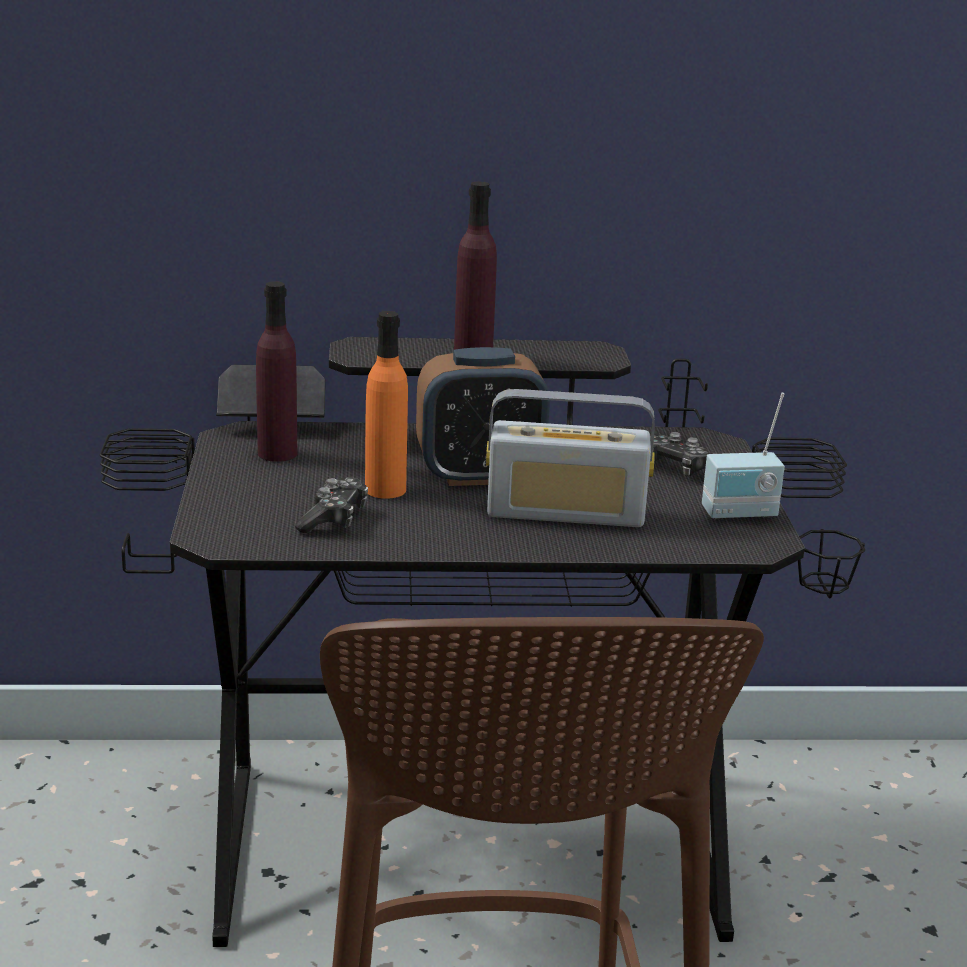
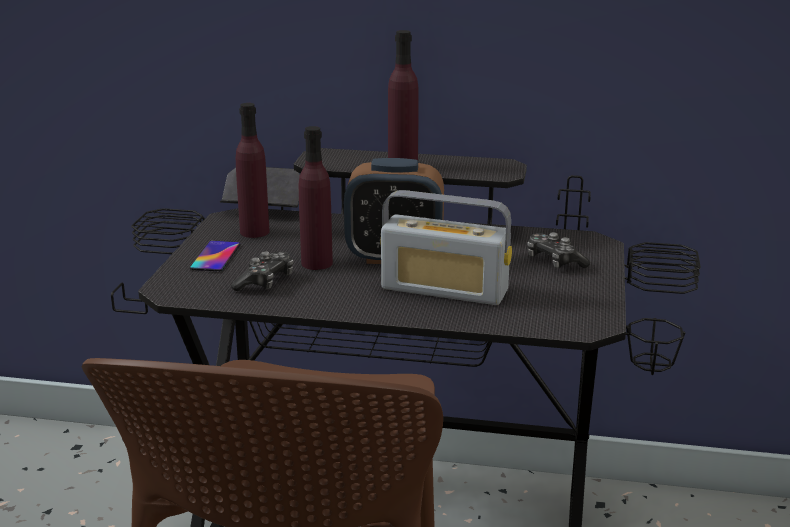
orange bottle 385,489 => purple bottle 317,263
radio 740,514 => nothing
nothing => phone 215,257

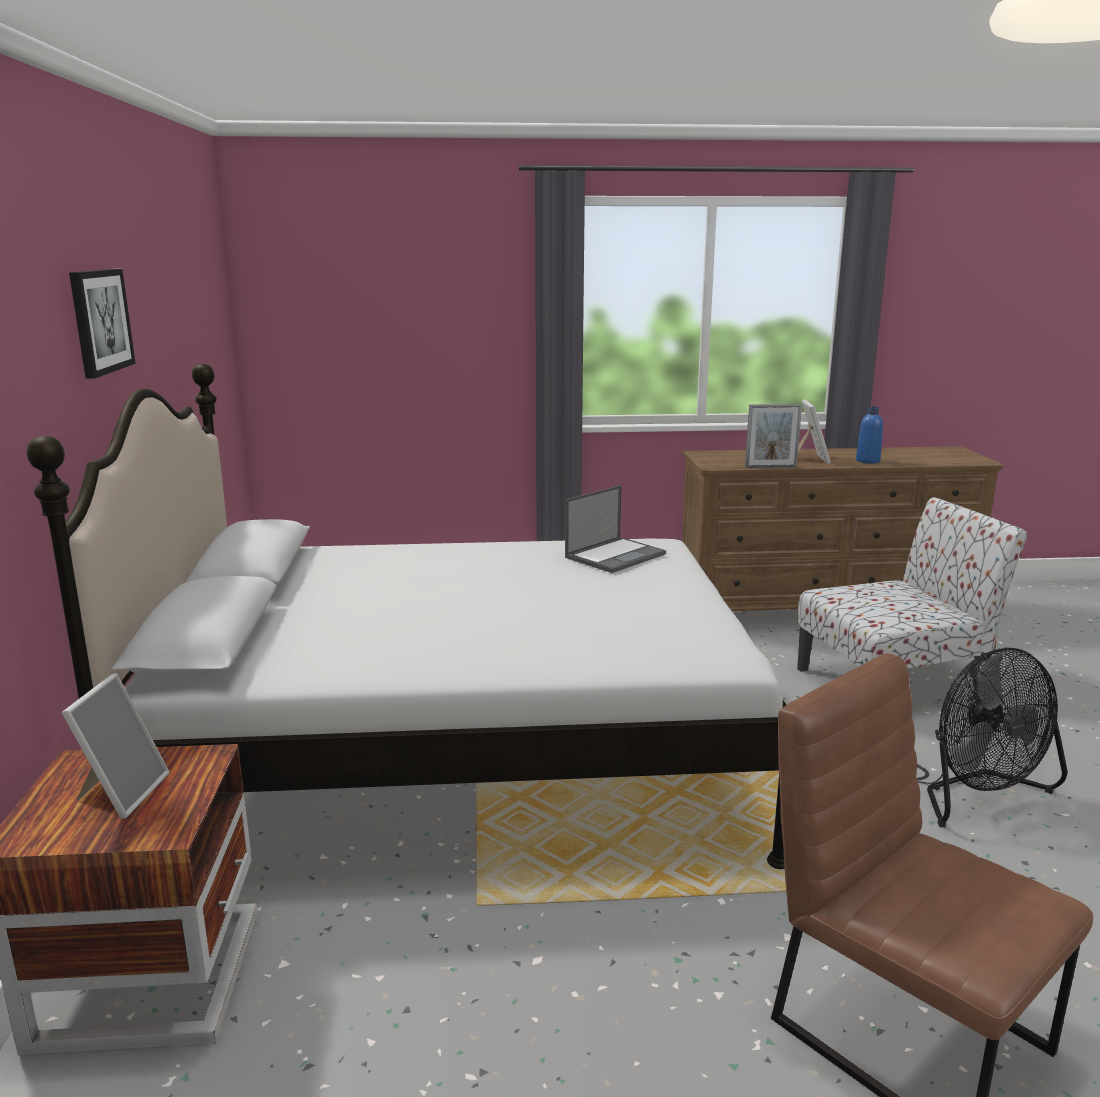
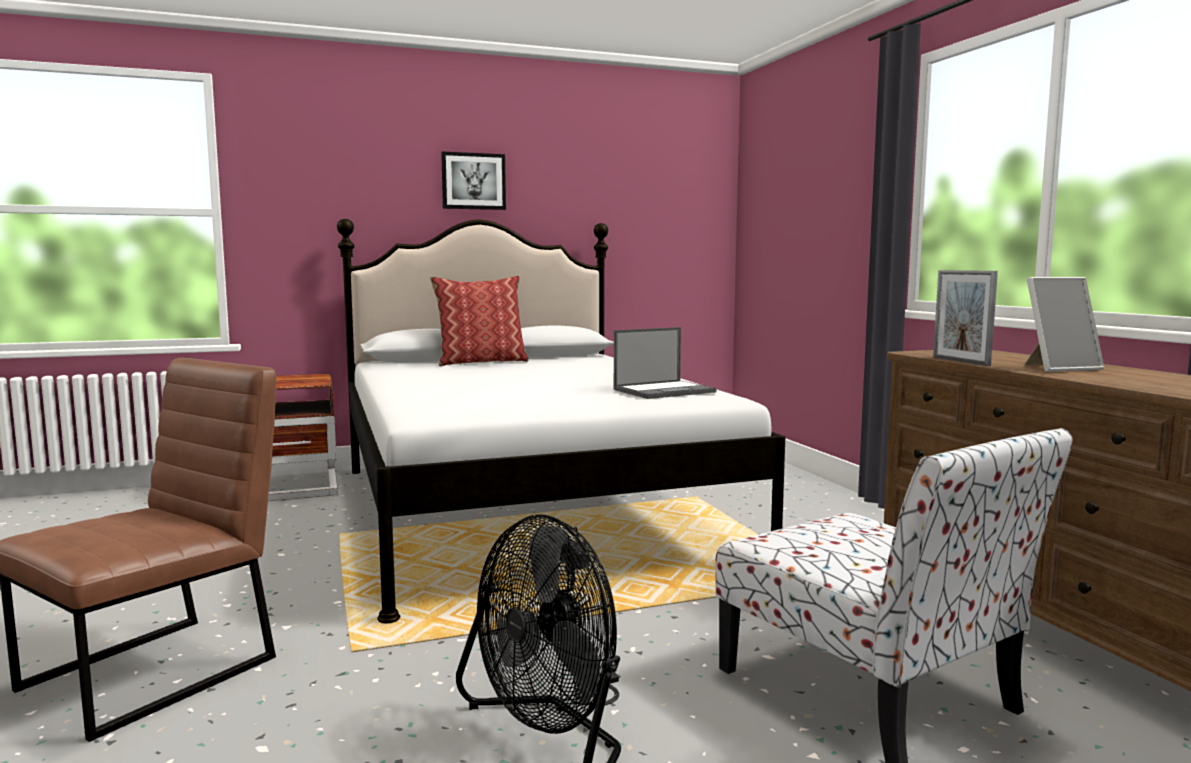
picture frame 121,793 => nothing
laptop 616,555 => laptop 665,391, 60 degrees counterclockwise
blue bottle 867,461 => nothing
nothing => pillow 481,362

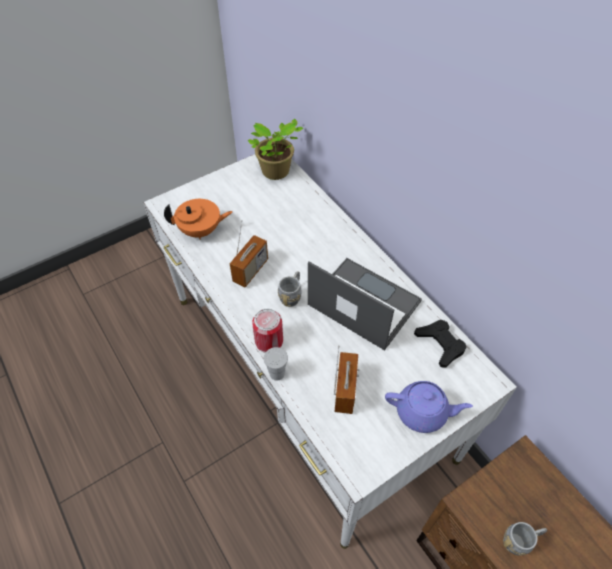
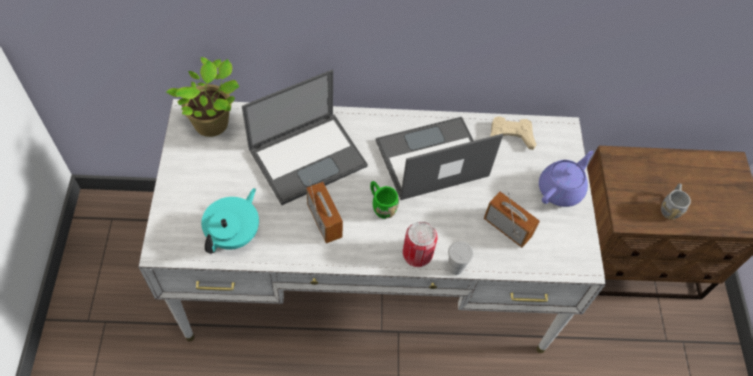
orange teapot 201,231 => turquoise teapot 234,234
grey mug 292,295 => green mug 381,206
black game controller 440,344 => beige game controller 510,136
nothing => laptop 308,156

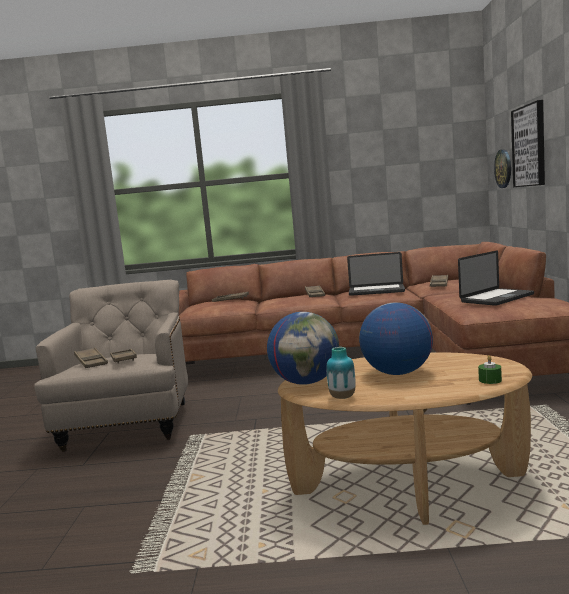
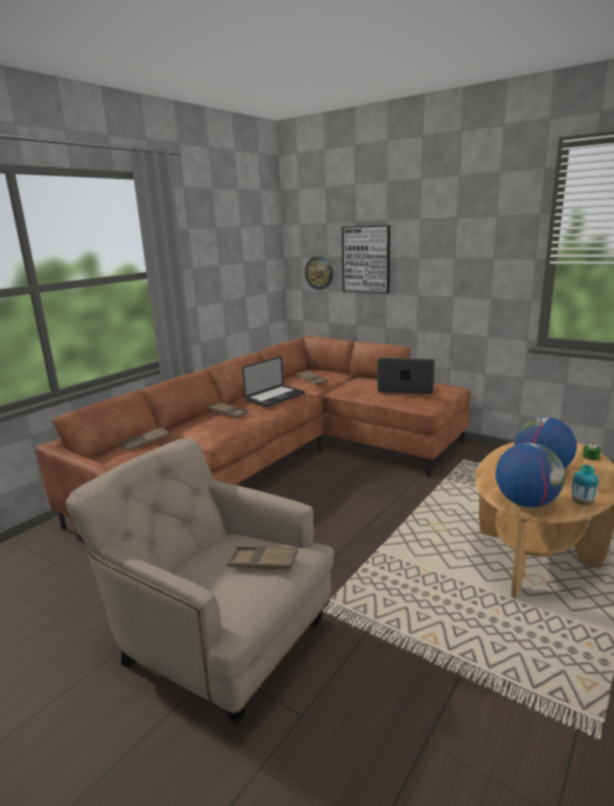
brown tray 91,362 => nothing
laptop 497,298 => laptop 405,388, 75 degrees counterclockwise

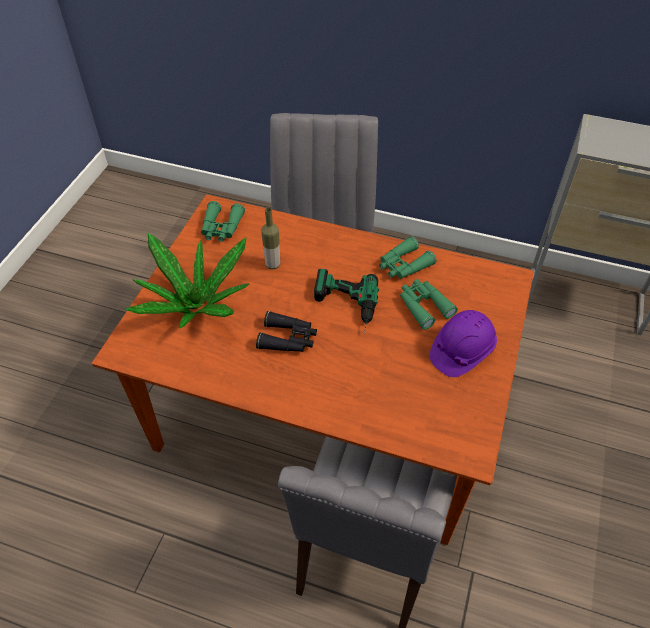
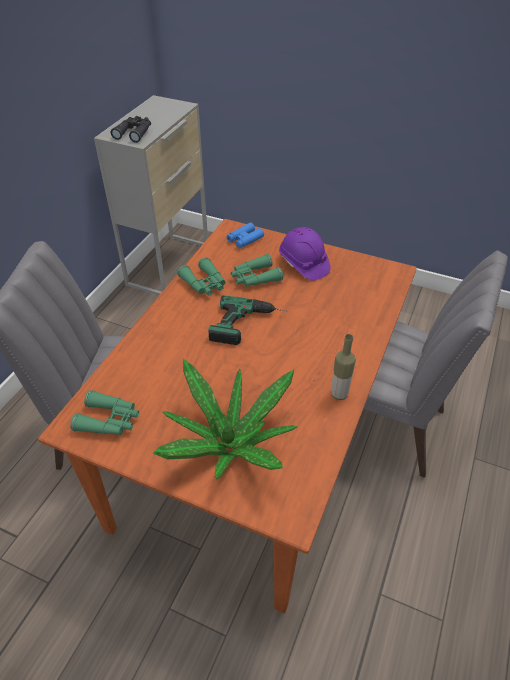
black binoculars 288,339 => black binoculars 134,133, shifted
bottle 272,264 => bottle 339,394, shifted
nothing => blue binoculars 245,239

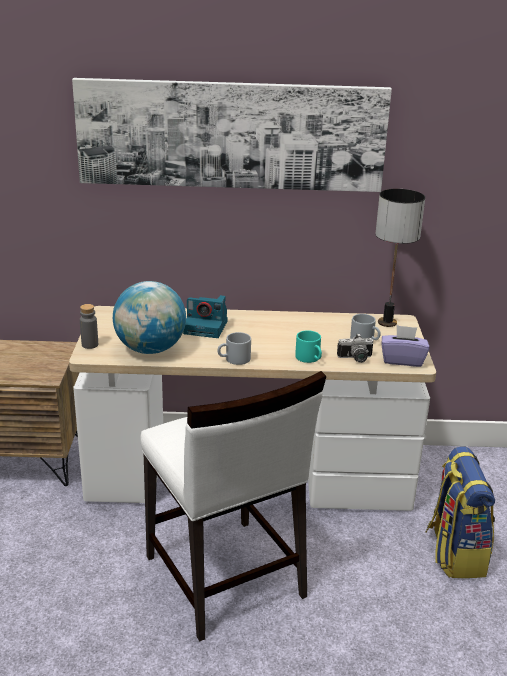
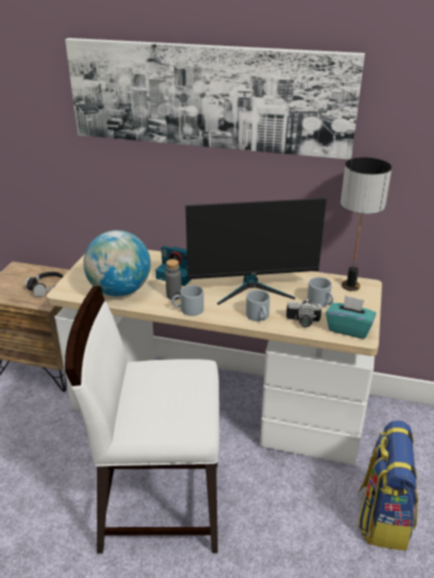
grey bottle 90,345 => grey bottle 174,296, shifted
white chair 224,578 => white chair 159,504, 105 degrees clockwise
turquoise mug 310,358 => grey mug 259,317
purple tissue box 402,360 => turquoise tissue box 349,329
nothing => black headphones 47,288
nothing => monitor 253,288

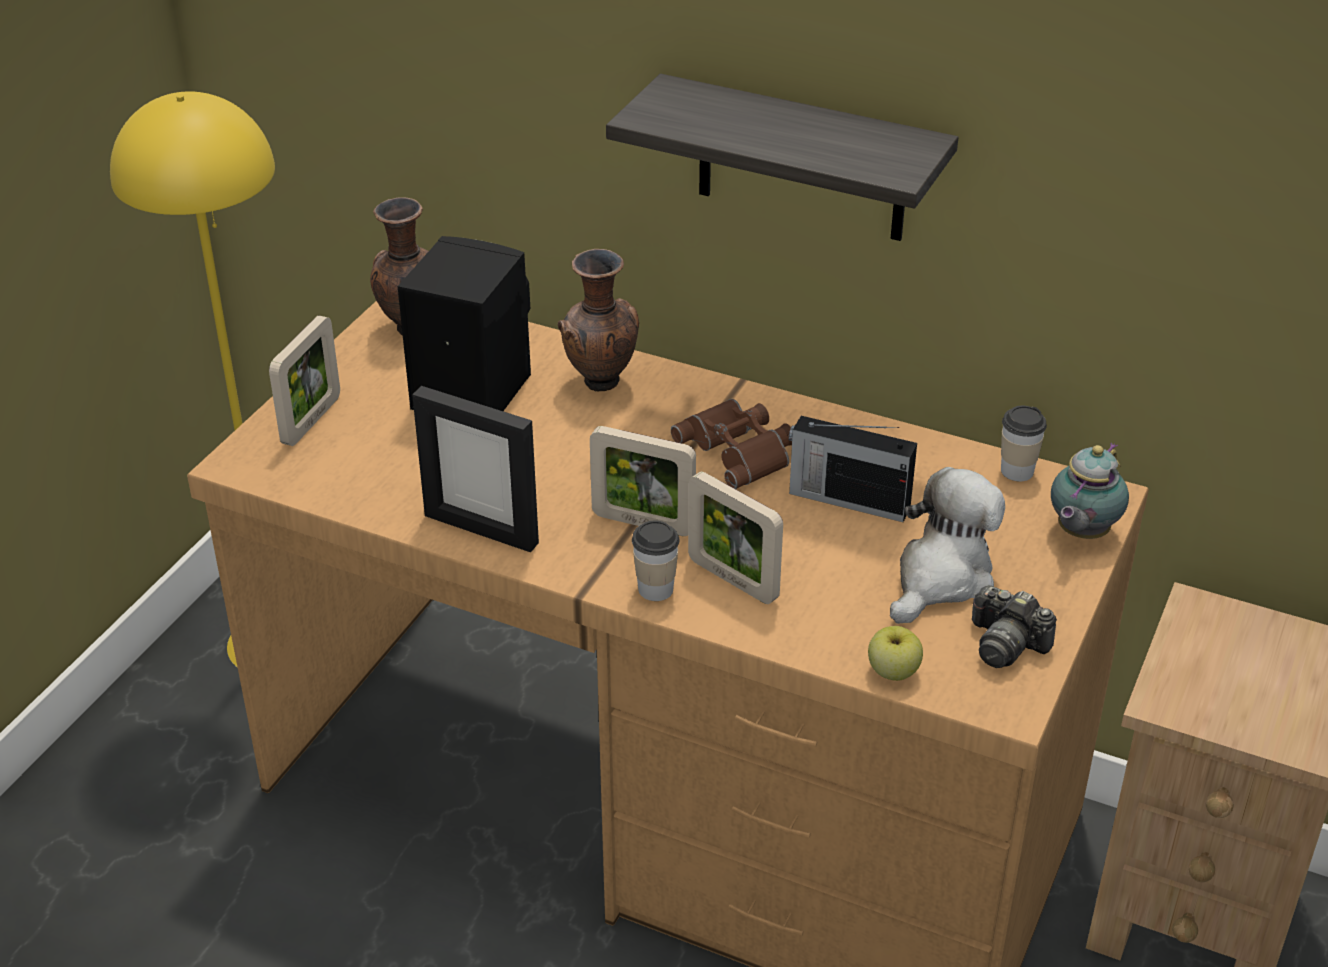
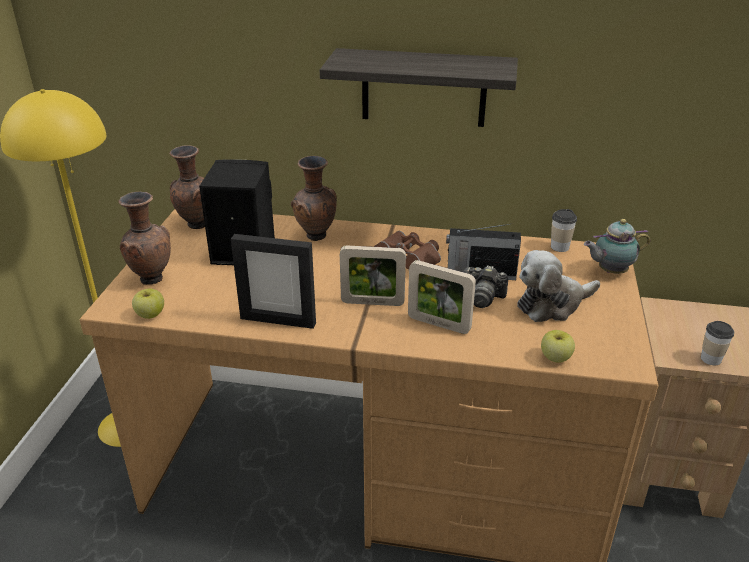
picture frame 311,421 => brown vase 151,278
cup 655,589 => cup 711,359, shifted
plush toy 941,577 => plush toy 552,304, 135 degrees counterclockwise
photo camera 1006,644 => photo camera 482,297, shifted
teapot 1080,533 => teapot 610,271, 60 degrees clockwise
nothing => apple 150,314

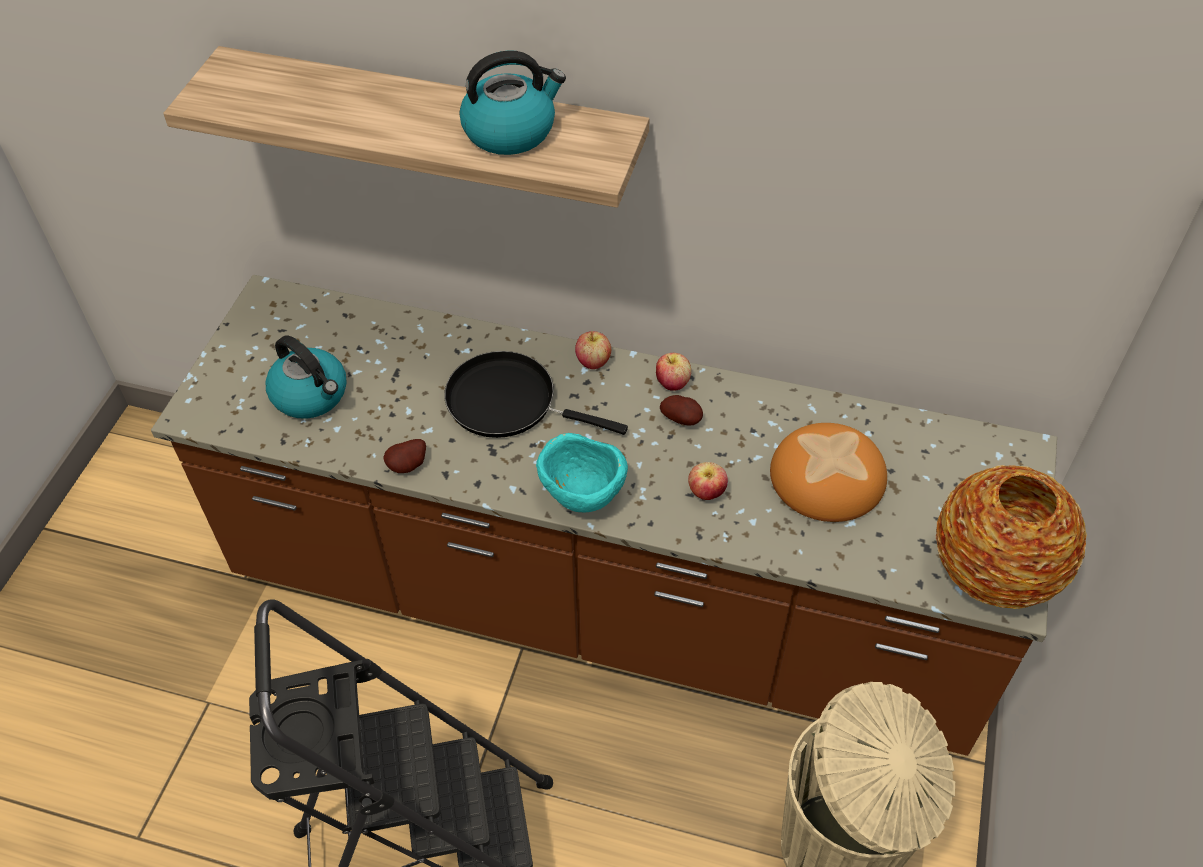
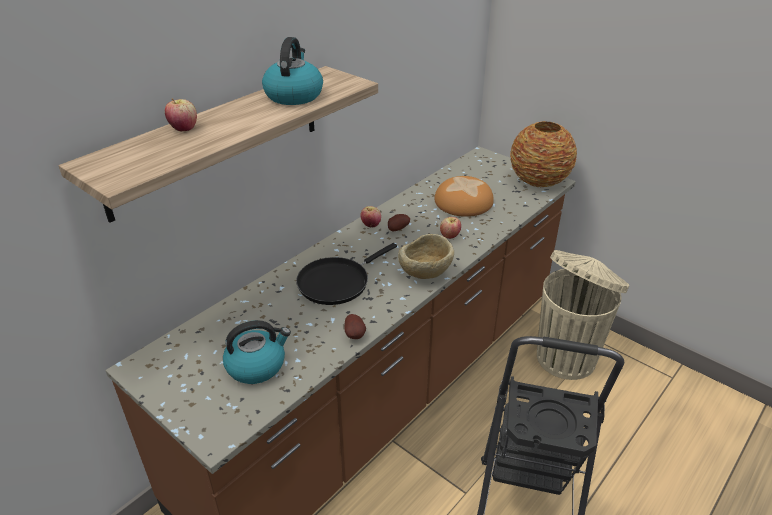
turquoise bowl 582,496 => beige bowl 425,275
apple 593,362 => apple 184,128, shifted

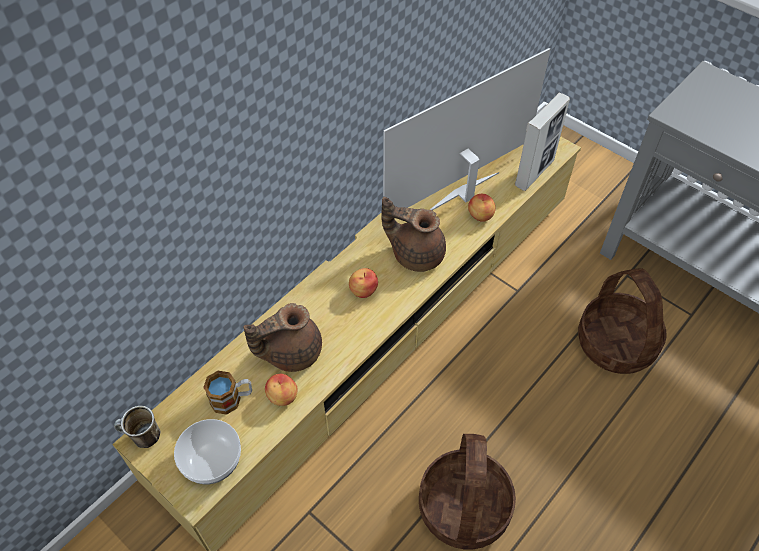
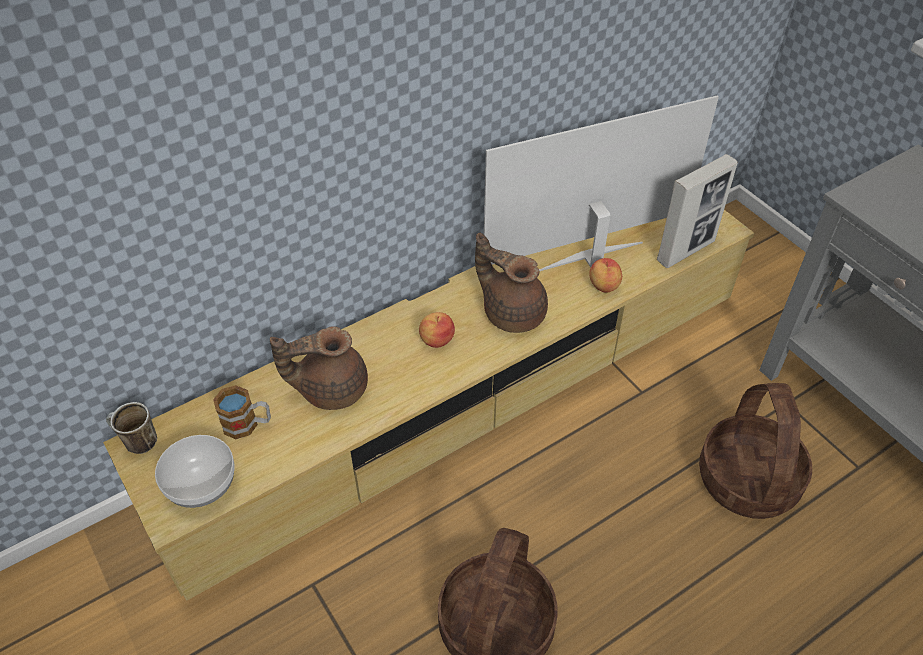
apple 282,397 => nothing

